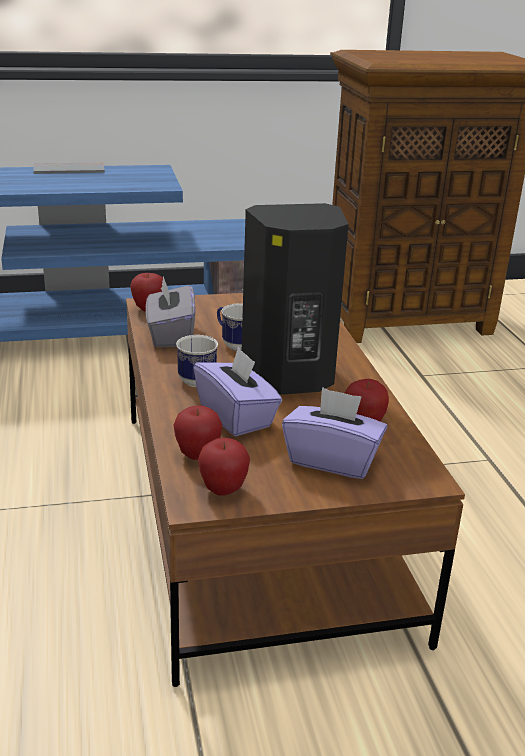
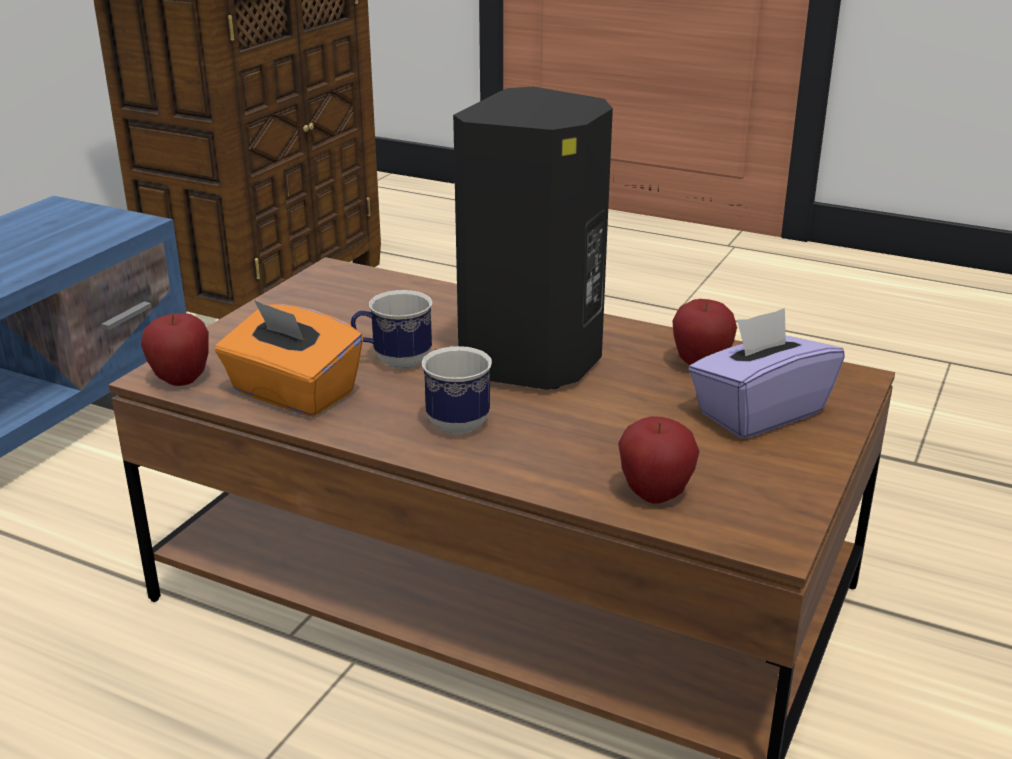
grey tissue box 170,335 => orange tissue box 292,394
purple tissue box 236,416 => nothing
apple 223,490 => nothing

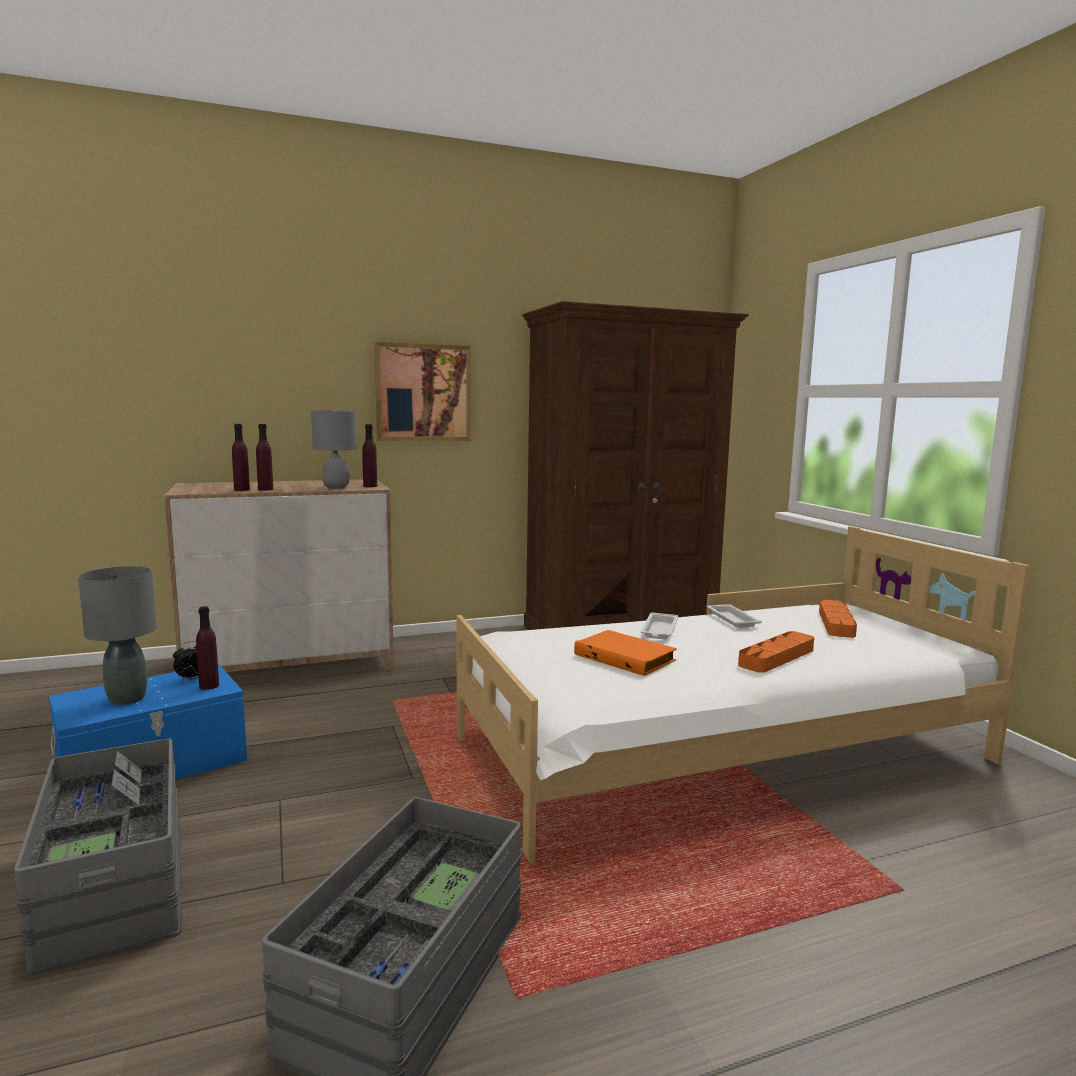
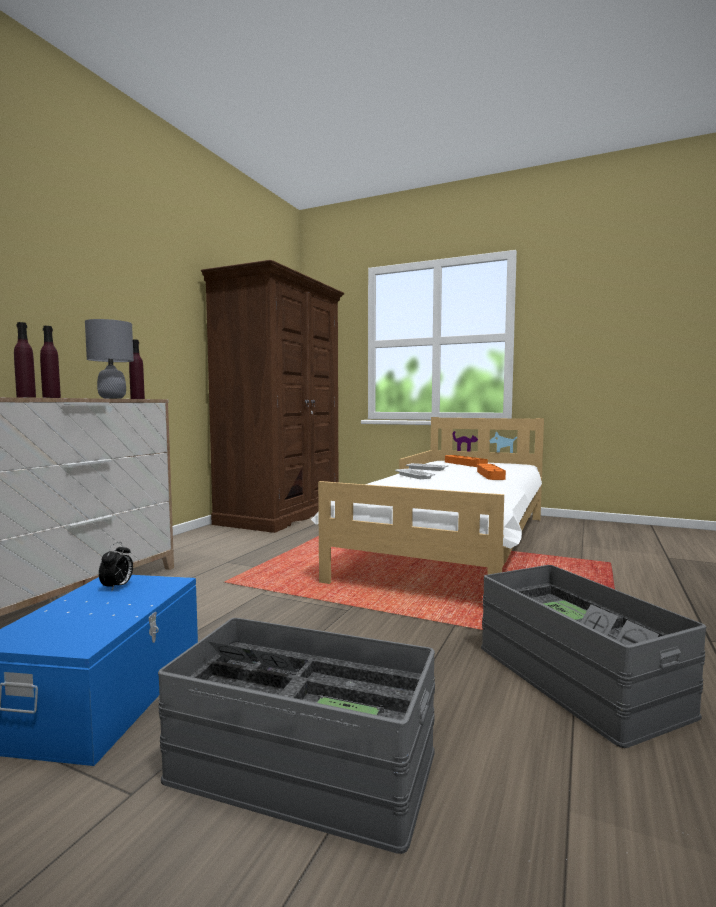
grey table lamp 126,699 => nothing
purple bottle 209,686 => nothing
picture 423,393 => nothing
orange book 626,657 => nothing

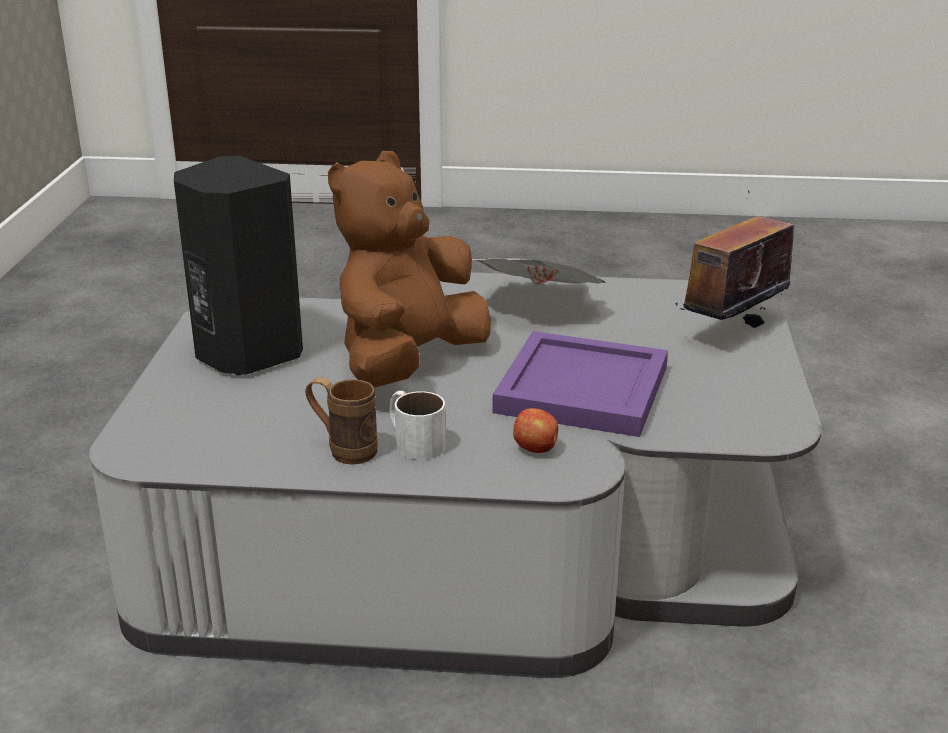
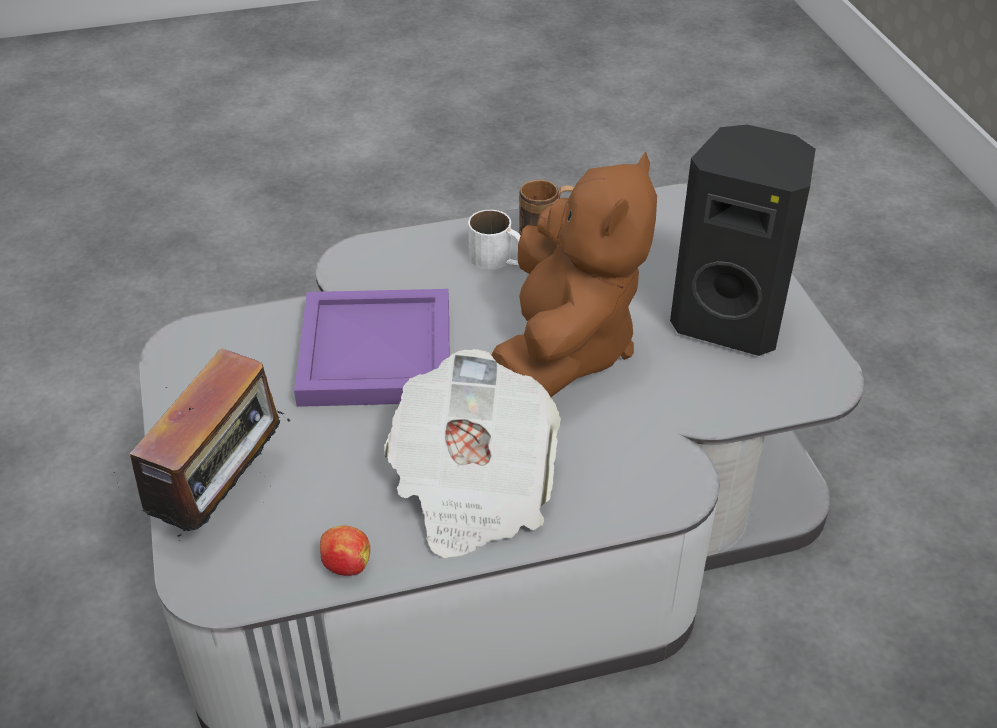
apple 536,449 => apple 345,565, shifted

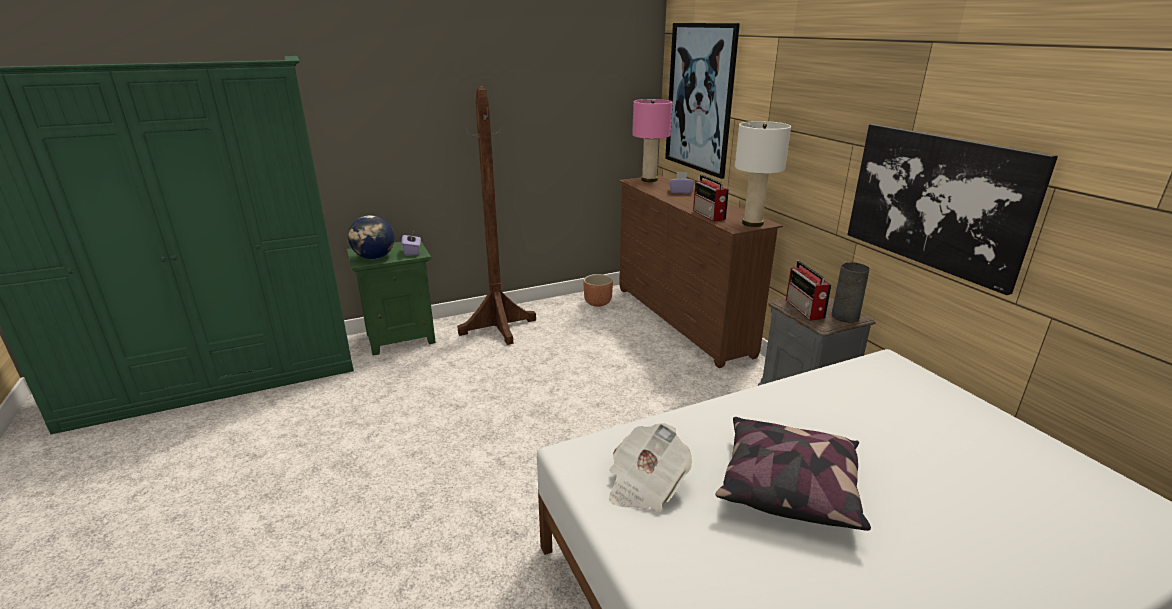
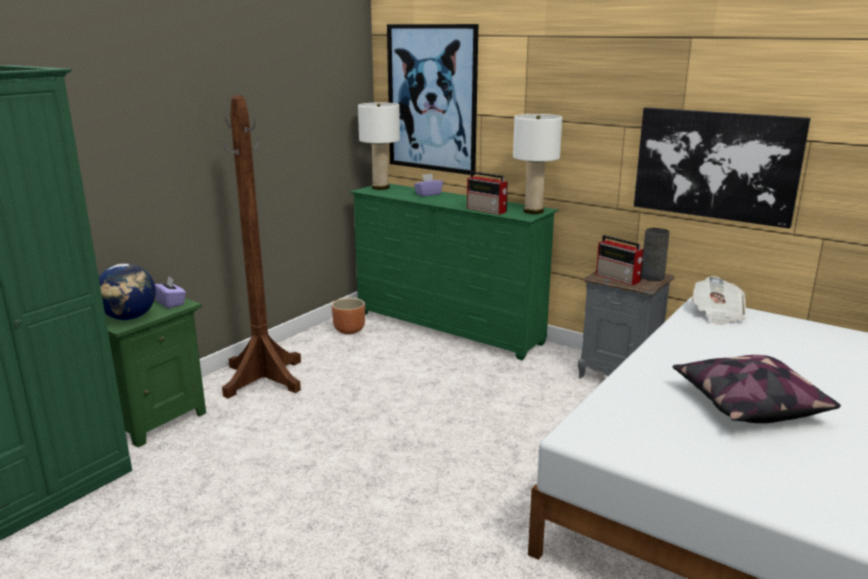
newspaper 645,485 => newspaper 717,315, shifted
brown dresser 681,320 => green dresser 448,328
pink table lamp 649,180 => white table lamp 380,188

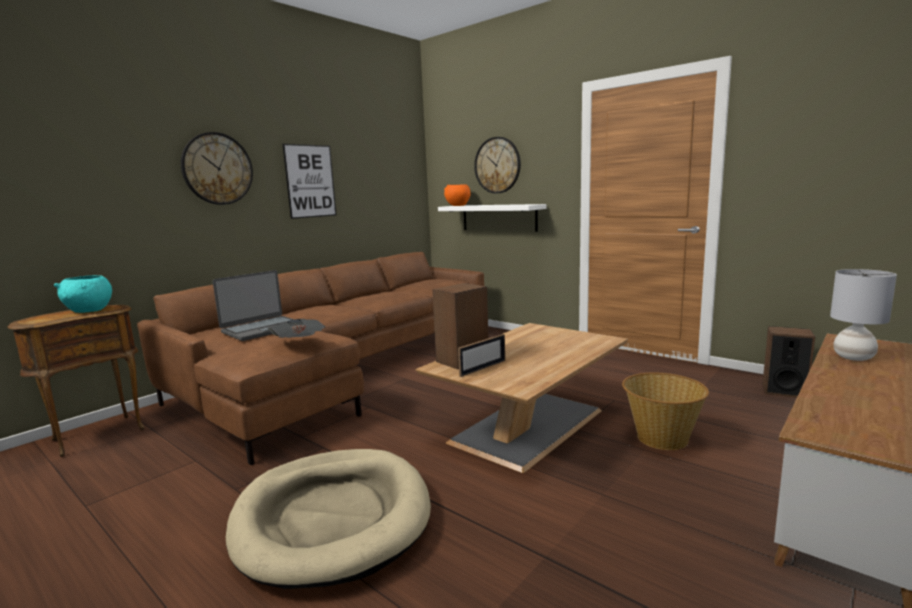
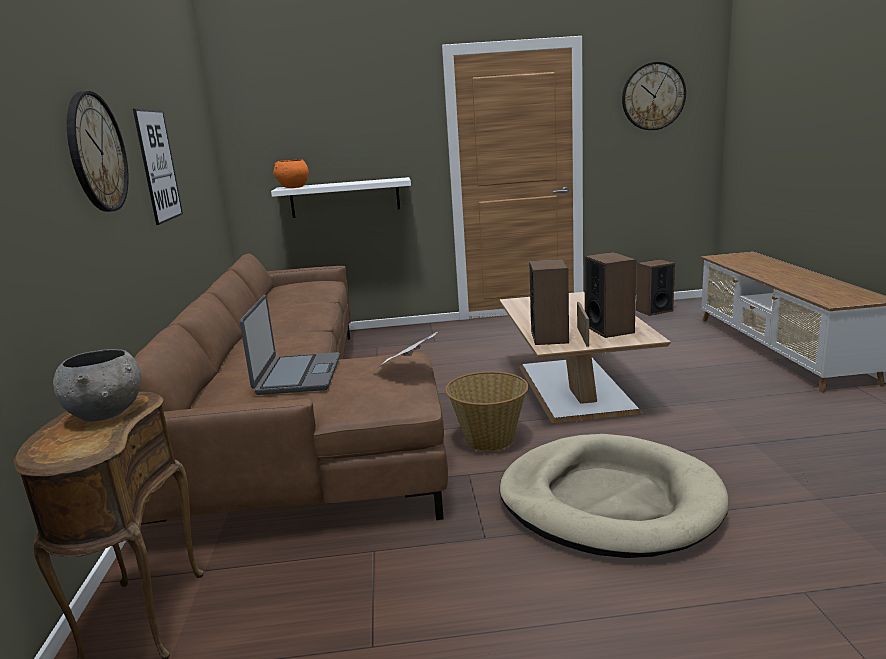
turquoise bowl 89,311 => grey bowl 107,414
wall clock 497,165 => wall clock 653,96, shifted
basket 661,438 => basket 489,440, shifted
grey table lamp 853,357 => nothing
nothing => speaker 609,329

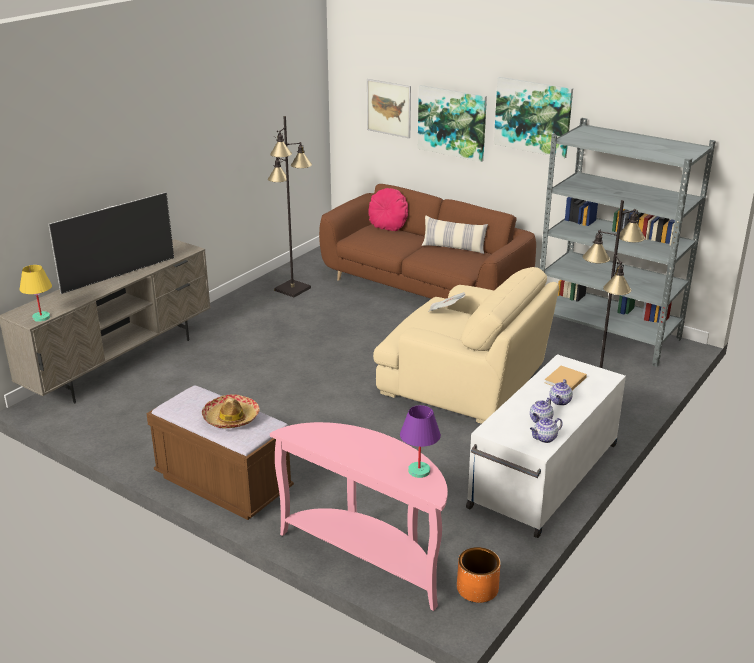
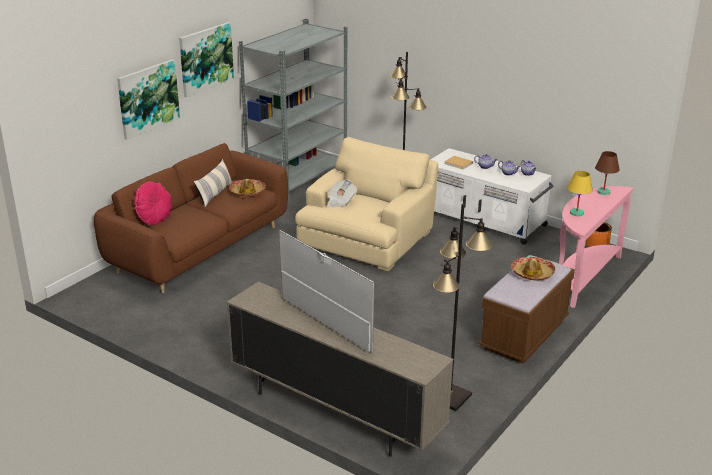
yellow table lamp 41,317 => yellow table lamp 576,213, shifted
black floor lamp 292,289 => black floor lamp 450,397, shifted
picture 388,108 => nothing
purple table lamp 419,471 => brown table lamp 603,192
nothing => hat 247,192

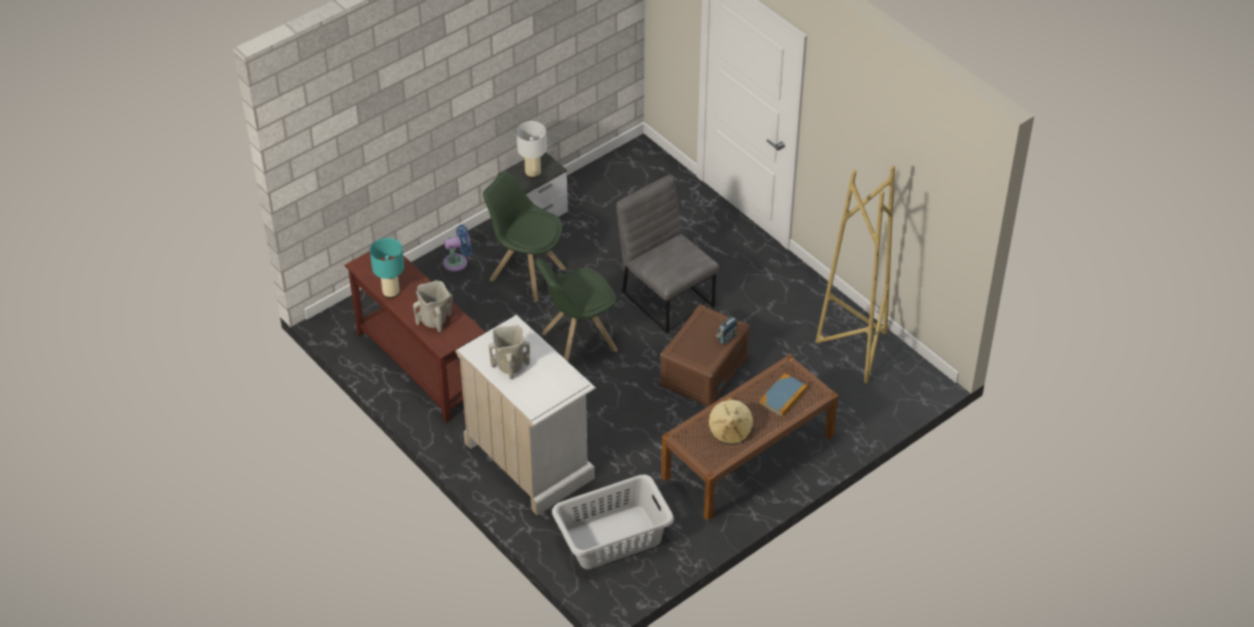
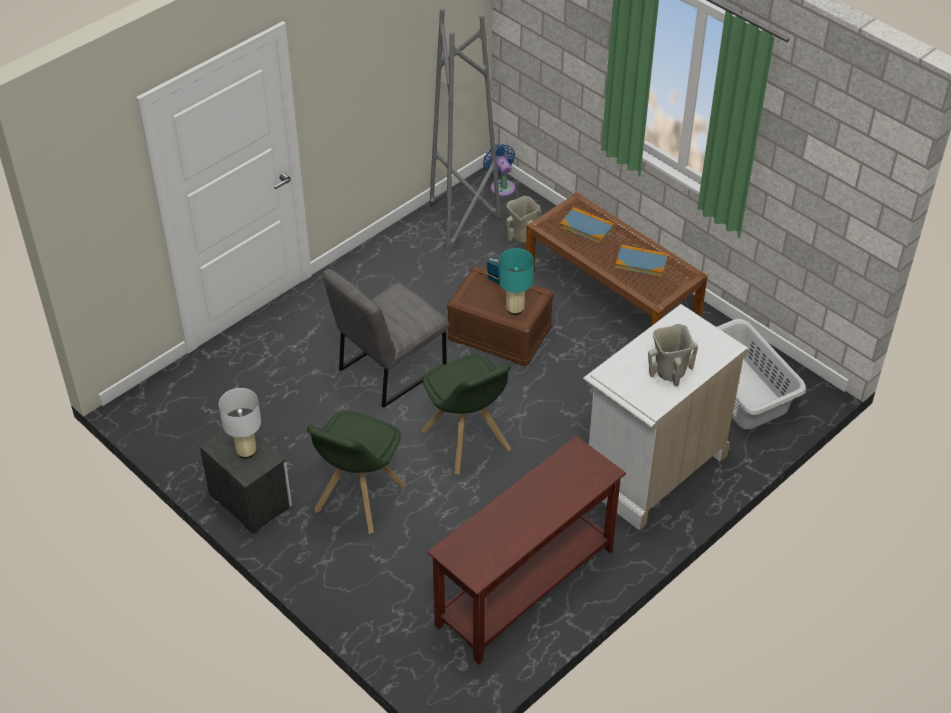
turquoise table lamp 391,293 => turquoise table lamp 515,309, shifted
beige vase 435,320 => beige vase 522,236, shifted
blue fan 458,262 => blue fan 501,186, shifted
beige hat 730,431 => book 641,262
yellow clothes rack 856,353 => grey clothes rack 459,225

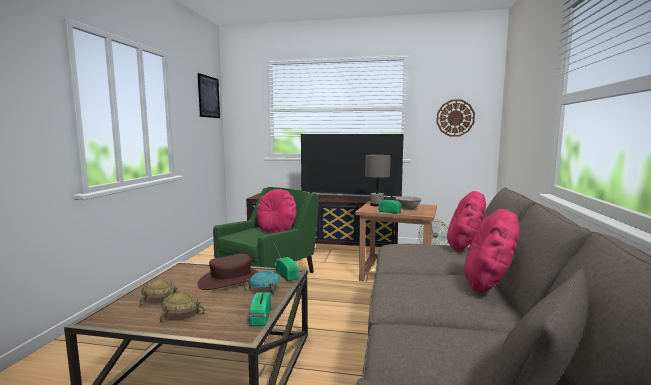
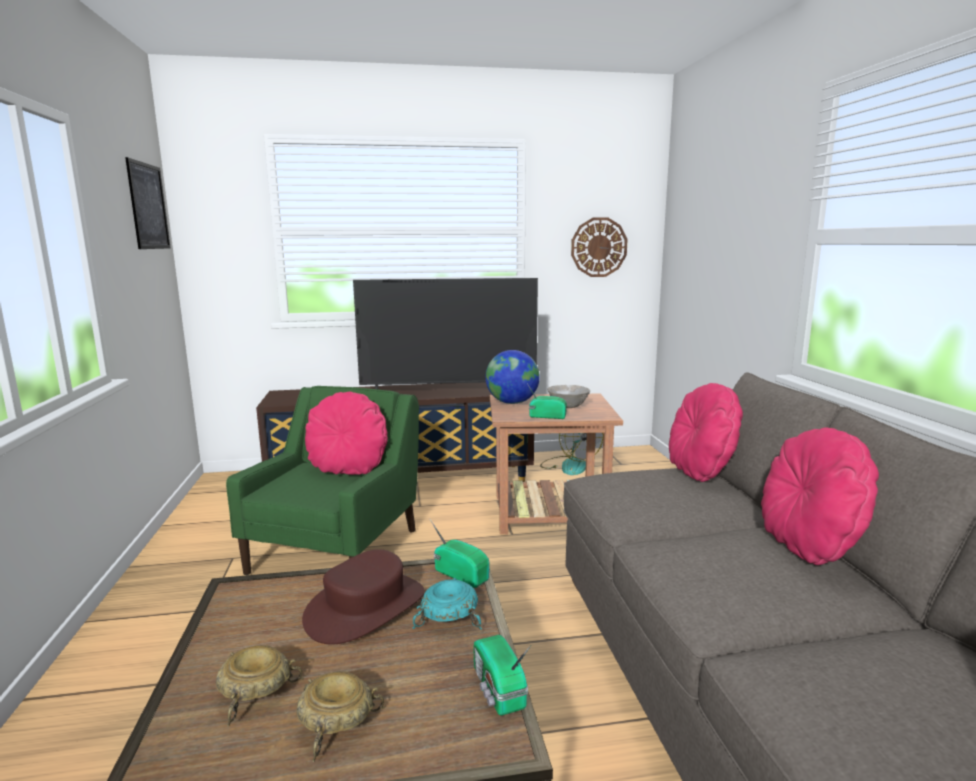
grey table lamp 376,205 => globe 512,403

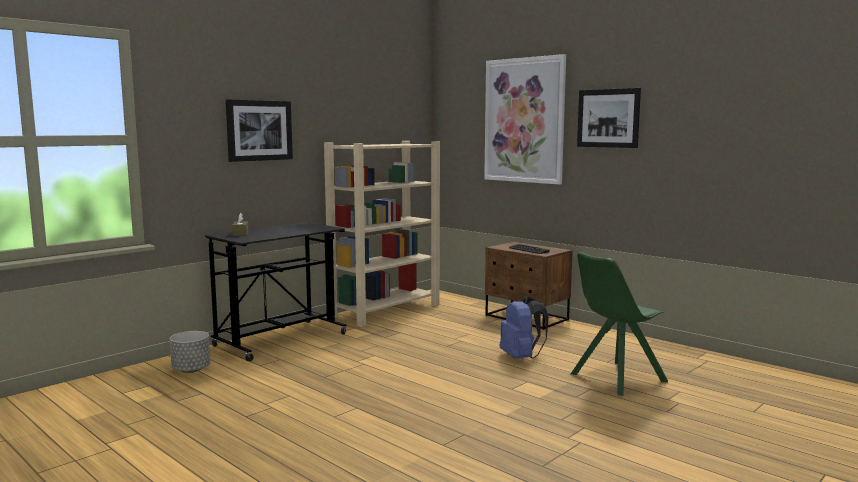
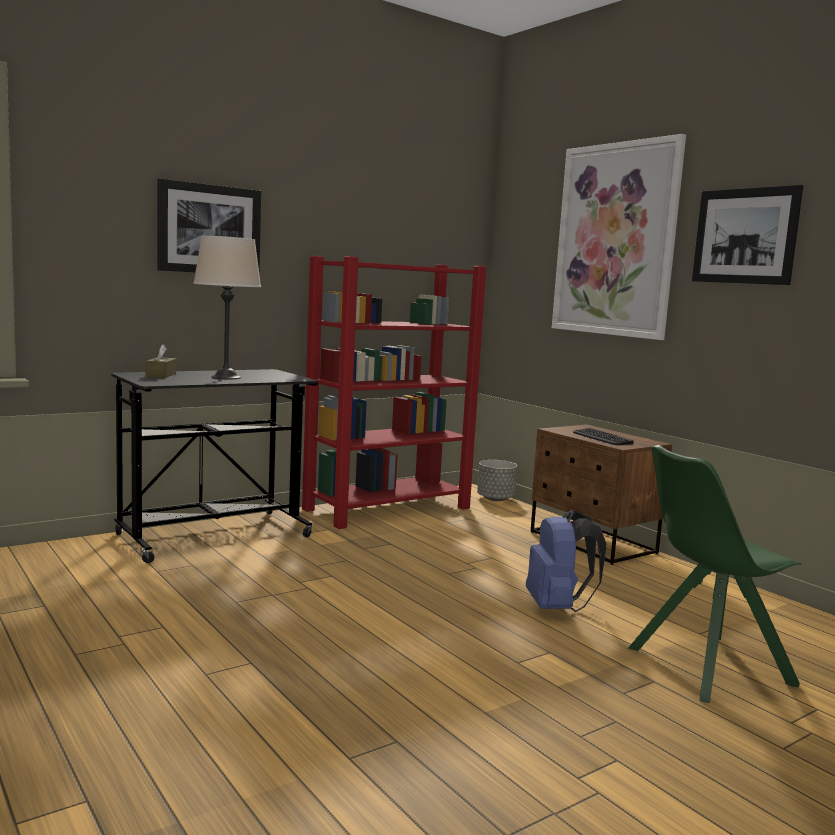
grey planter 191,370 => grey planter 496,499, shifted
beige bookcase 385,311 => red bookcase 387,509
nothing => beige table lamp 226,377

